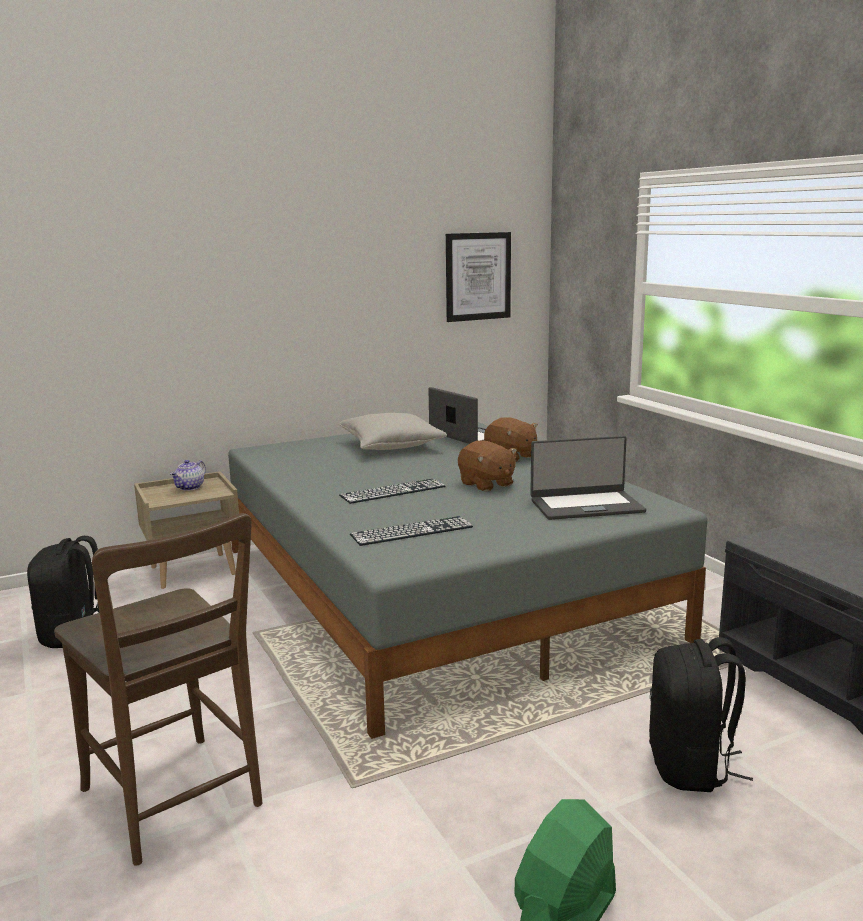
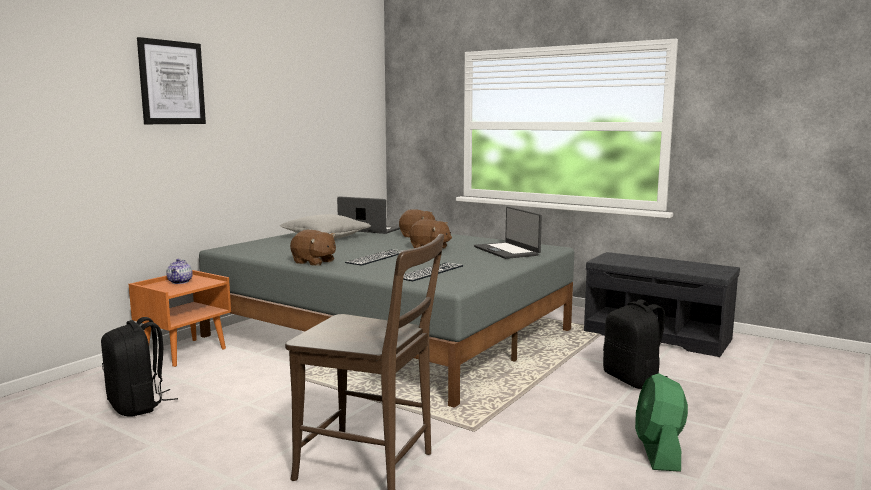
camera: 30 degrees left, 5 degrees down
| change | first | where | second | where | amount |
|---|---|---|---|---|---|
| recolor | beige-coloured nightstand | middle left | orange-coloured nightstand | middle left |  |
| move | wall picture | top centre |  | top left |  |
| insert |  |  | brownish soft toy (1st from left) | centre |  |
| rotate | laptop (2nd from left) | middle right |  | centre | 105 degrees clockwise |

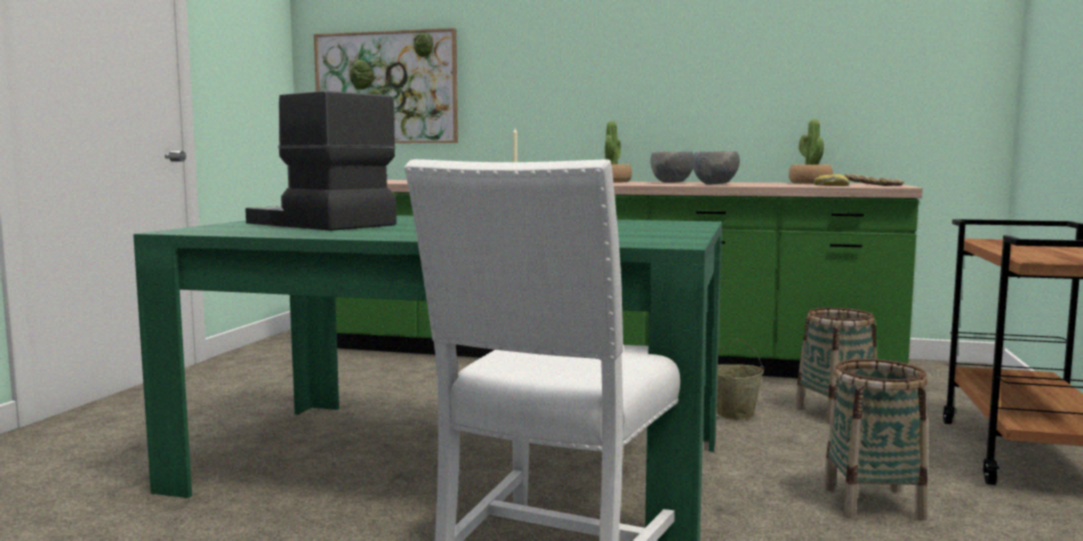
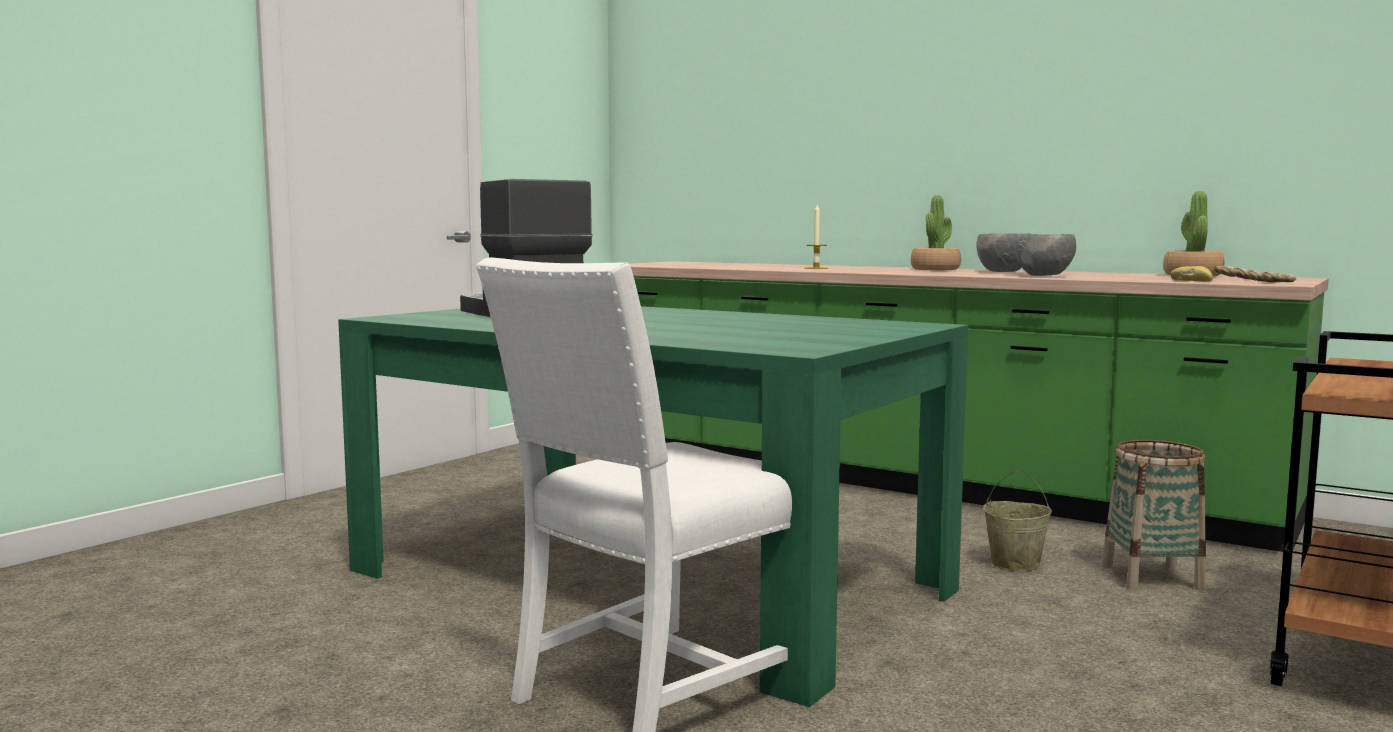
camera: 20 degrees right, 0 degrees up
| change | first | where | second | where | amount |
|---|---|---|---|---|---|
| delete | wall picture | top centre |  |  |  |
| delete | storage basket (2nd from left) | bottom right |  |  |  |

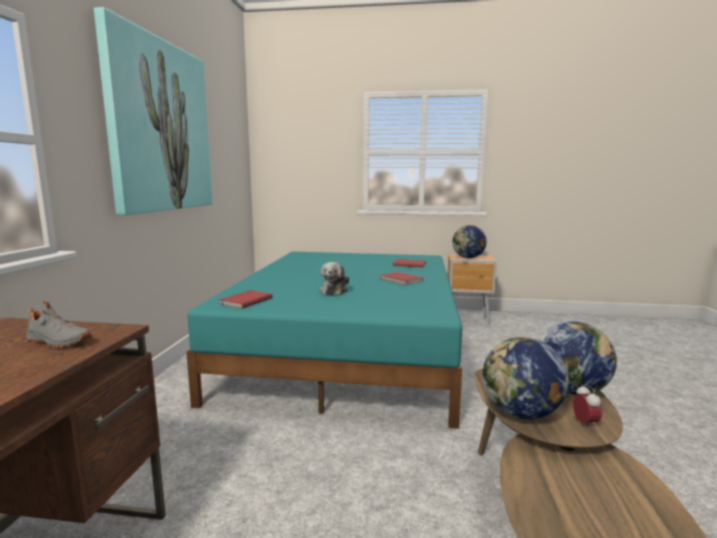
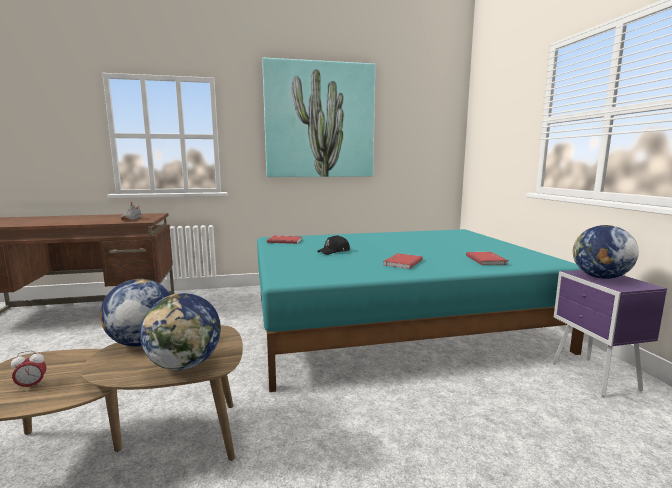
camera: 70 degrees right, 0 degrees up
| change | first | where | second | where | amount |
|---|---|---|---|---|---|
| move | table clock | bottom right |  | bottom left |  |
| replace | soft toy | centre | black cap | centre |  |
| recolor | brownish nightstand | centre | purple-coloured nightstand | bottom right |  |

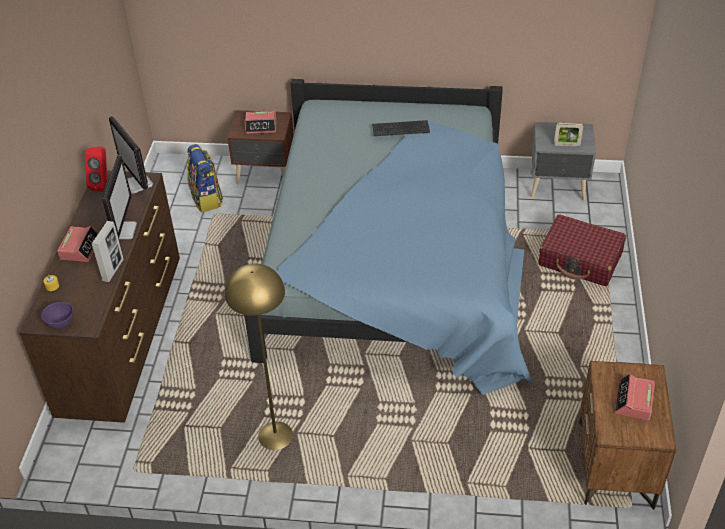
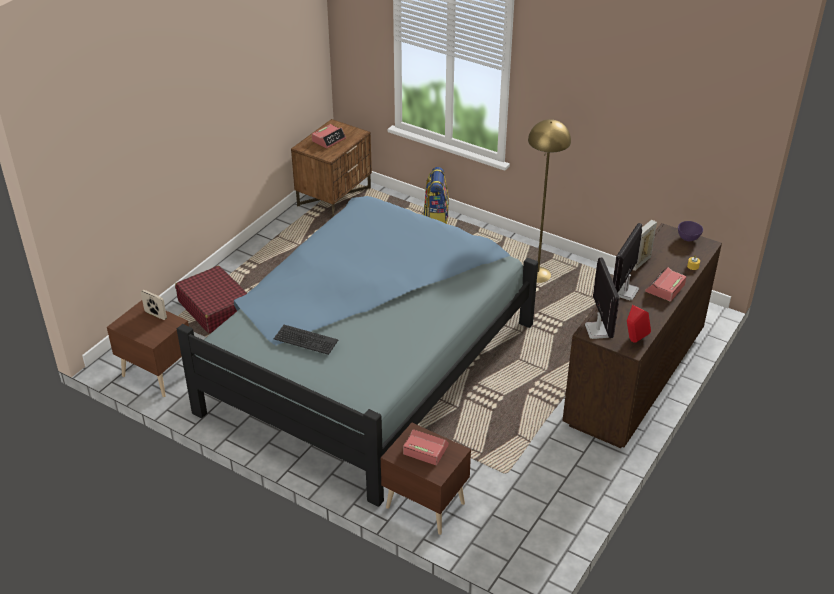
camera: 155 degrees left, 5 degrees down
| change | first | where | second | where | amount |
|---|---|---|---|---|---|
| recolor | grey nightstand | top right | brownish nightstand (1st from left) | middle left |  |
| move | rucksack | middle left |  | top centre |  |

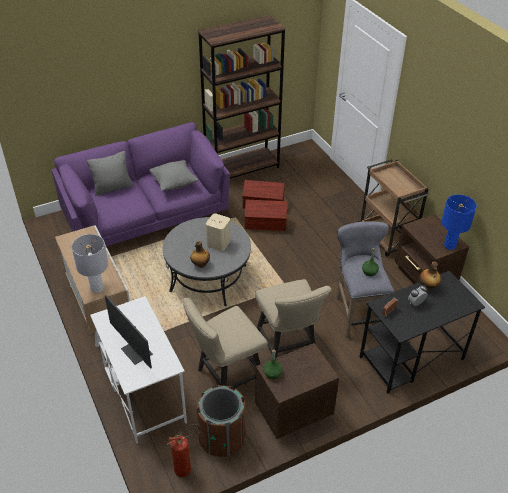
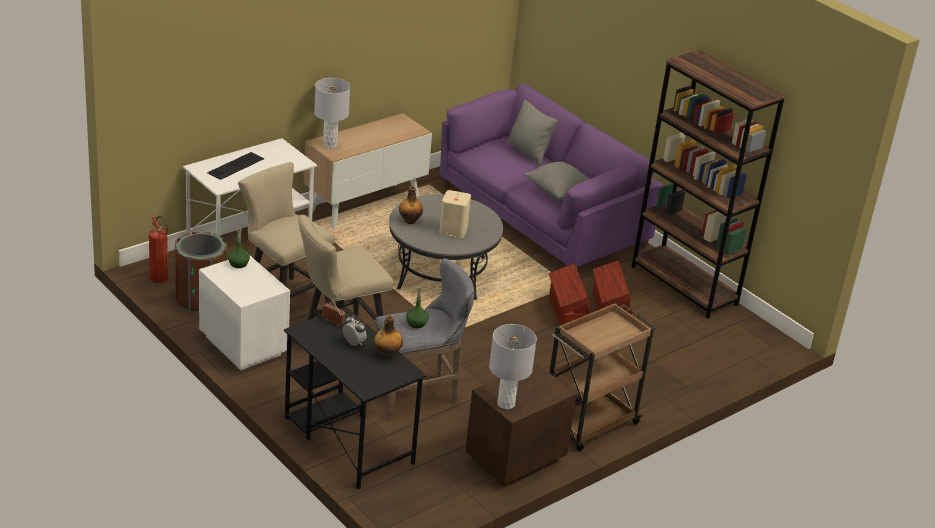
camera: 75 degrees right, 10 degrees down
| change | first | where | second | where | amount |
|---|---|---|---|---|---|
| recolor | brownish nightstand (1st from left) | bottom centre | white nightstand | middle left |  |
| replace | computer screen | bottom left | keyboard | top left |  |
| recolor | blue-coloured lamp for a table | middle right | grey lamp for a table (2nd from left) | bottom centre |  |

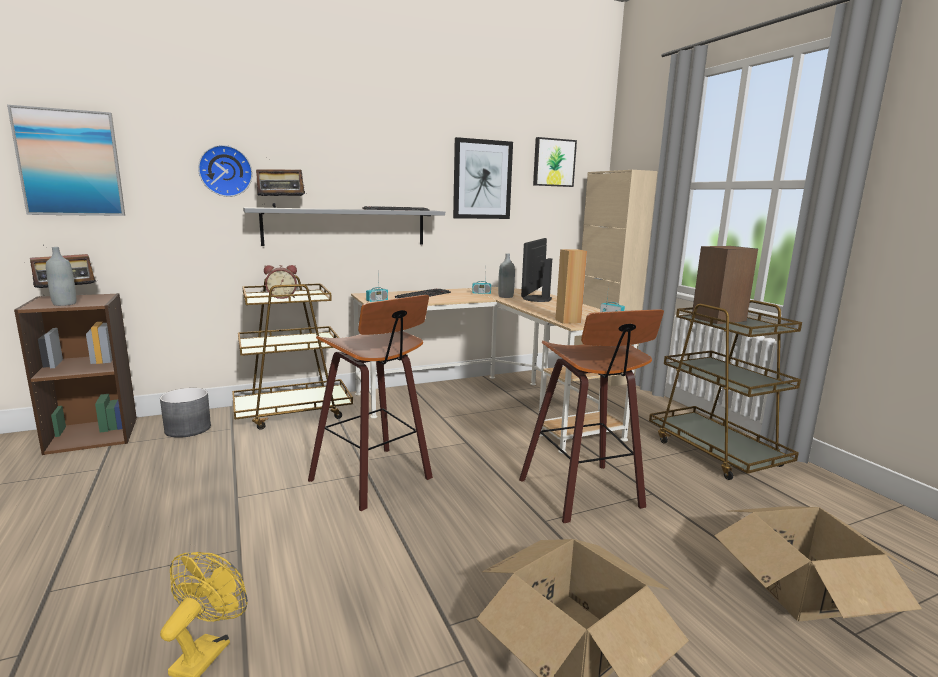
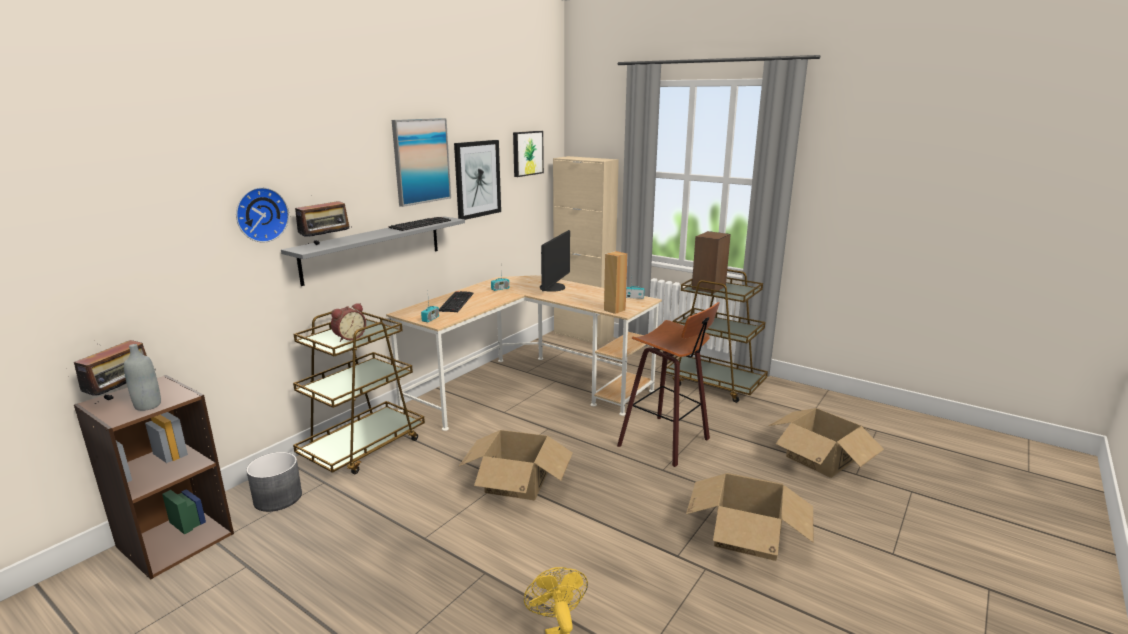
camera: 30 degrees left, 5 degrees up
| change | first | where | second | where | amount |
|---|---|---|---|---|---|
| move | wall picture (1st from left) | top left |  | top centre |  |
| replace | stool (1st from left) | centre | cardboard box (1st from left) | bottom centre |  |
| rotate | computer screen | centre |  | centre | 150 degrees counterclockwise |
| delete | grey drink bottle (2nd from left) | centre |  |  |  |

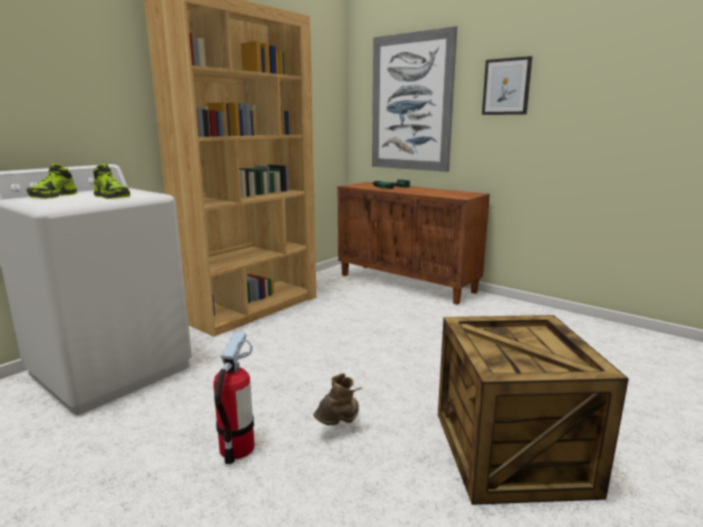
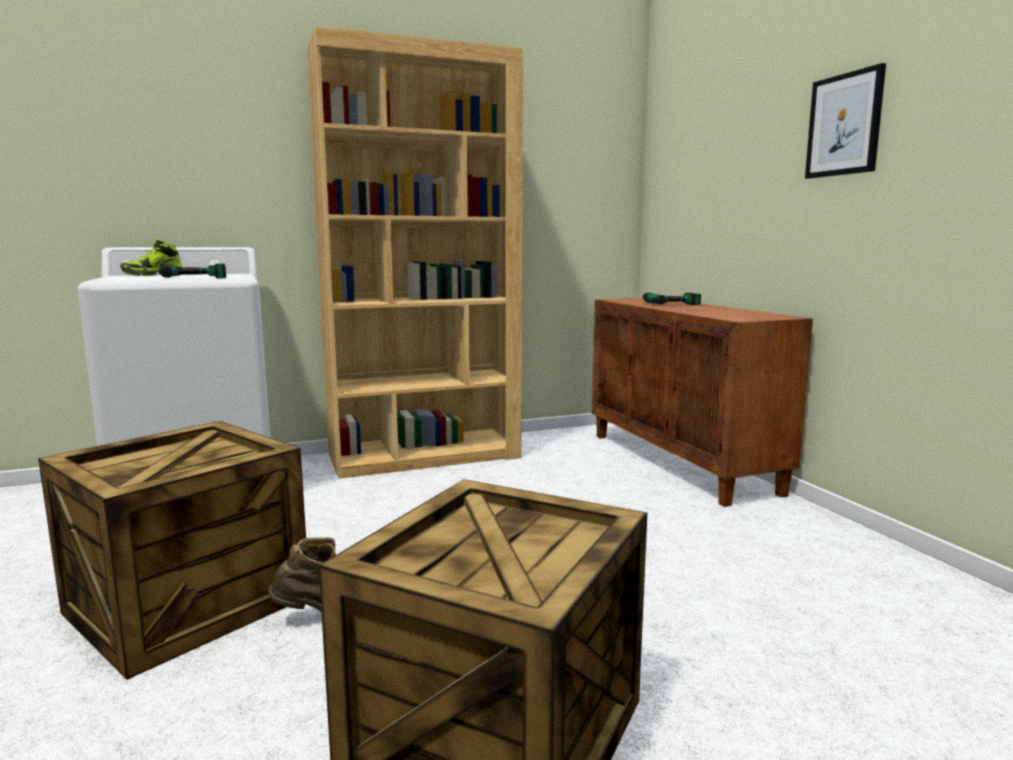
camera: 30 degrees right, 5 degrees down
| change | first | where | second | where | amount |
|---|---|---|---|---|---|
| replace | extinguisher | bottom left | packing crate (1st from left) | bottom left |  |
| replace | shoe (2nd from left) | middle left | drill (1st from left) | middle left |  |
| delete | wall picture (1st from left) | top centre |  |  |  |

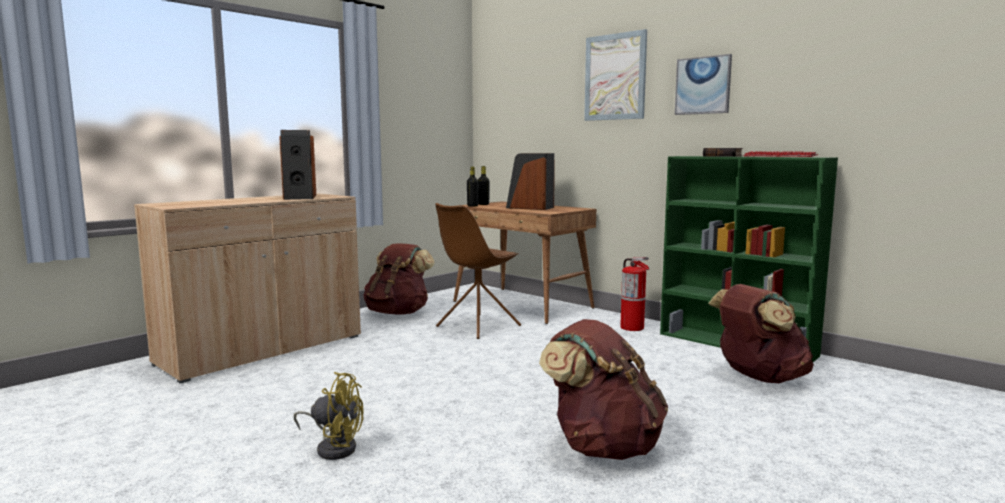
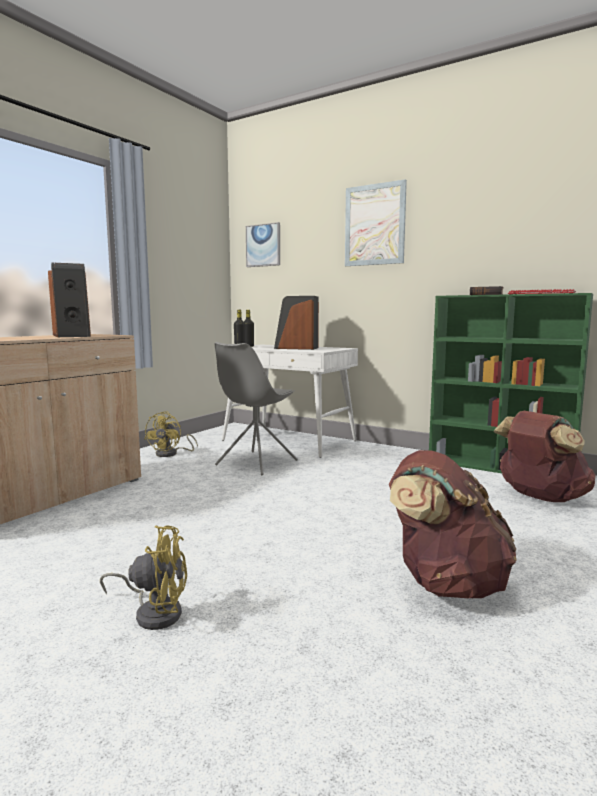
camera: 10 degrees left, 0 degrees up
| change | first | where | second | where | amount |
|---|---|---|---|---|---|
| replace | brownish rucksack (1st from left) | centre | yellow electric fan (2nd from left) | middle left |  |
| recolor | brownish chair | centre | grey chair | centre |  |
| recolor | brownish desk table | centre | white desk table | centre |  |
| move | wall picture (2nd from left in the first image) | top right | wall picture (1st from left) | top centre |  |
| delete | extinguisher | centre |  |  |  |

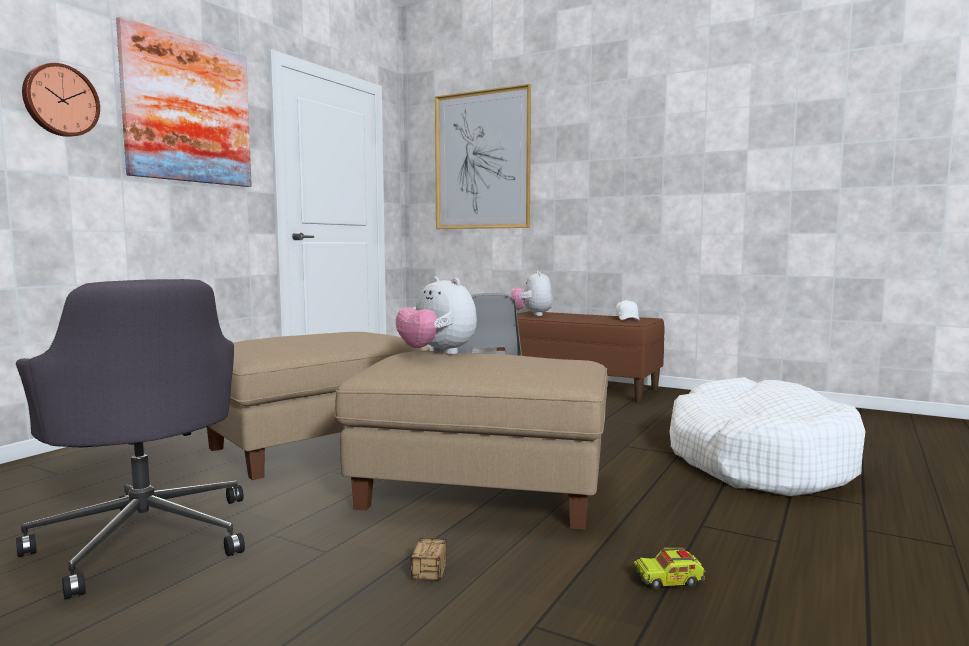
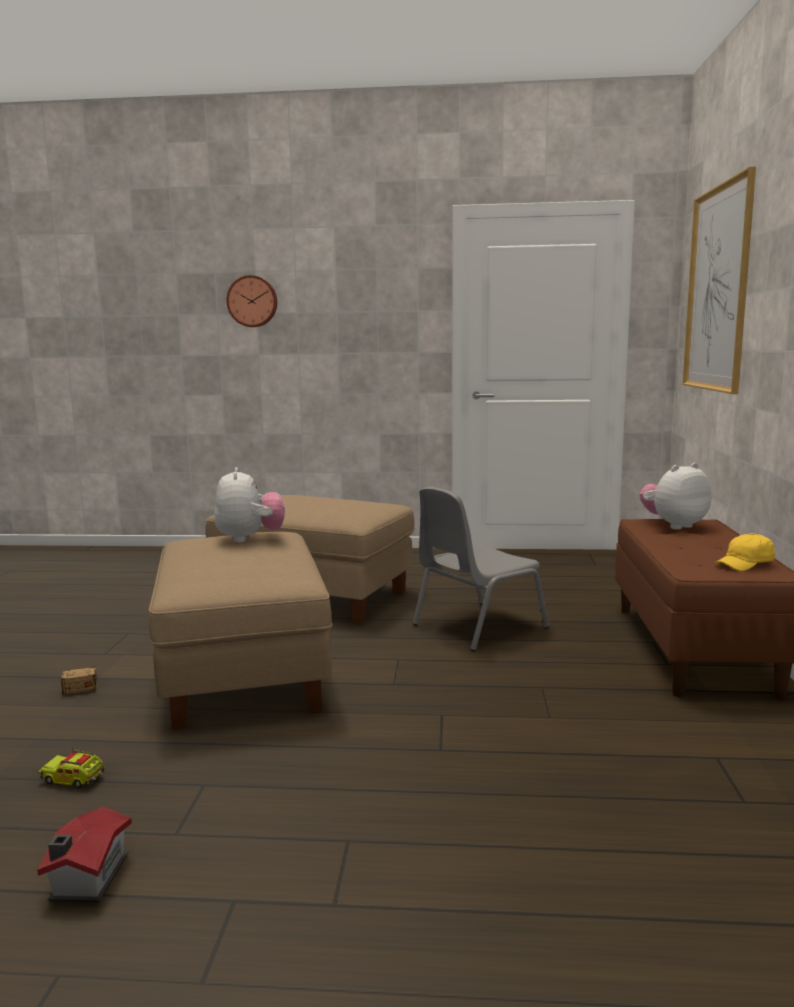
camera: 65 degrees right, 5 degrees up
| change | first | where | second | where | amount |
|---|---|---|---|---|---|
| insert |  |  | toy house | bottom left |  |
| rotate | toy lorry | bottom right |  | bottom left | 45 degrees counterclockwise |
| rotate | soft toy (1st from left) | centre |  | middle left | 150 degrees clockwise |
| recolor | white cap | centre | yellow cap | middle right |  |
| delete | grey desk chair | bottom left |  |  |  |
| delete | wall picture (1st from left) | top left |  |  |  |
| delete | white dog bed | bottom right |  |  |  |

